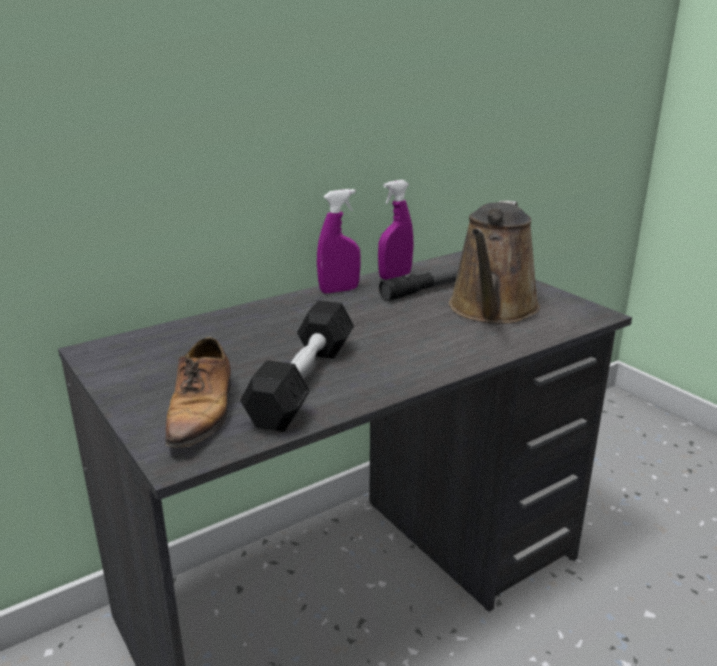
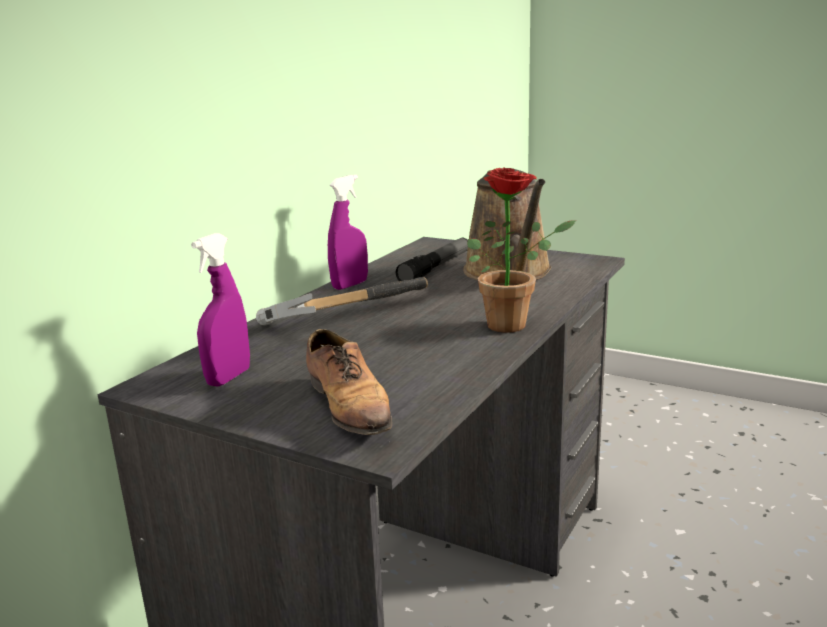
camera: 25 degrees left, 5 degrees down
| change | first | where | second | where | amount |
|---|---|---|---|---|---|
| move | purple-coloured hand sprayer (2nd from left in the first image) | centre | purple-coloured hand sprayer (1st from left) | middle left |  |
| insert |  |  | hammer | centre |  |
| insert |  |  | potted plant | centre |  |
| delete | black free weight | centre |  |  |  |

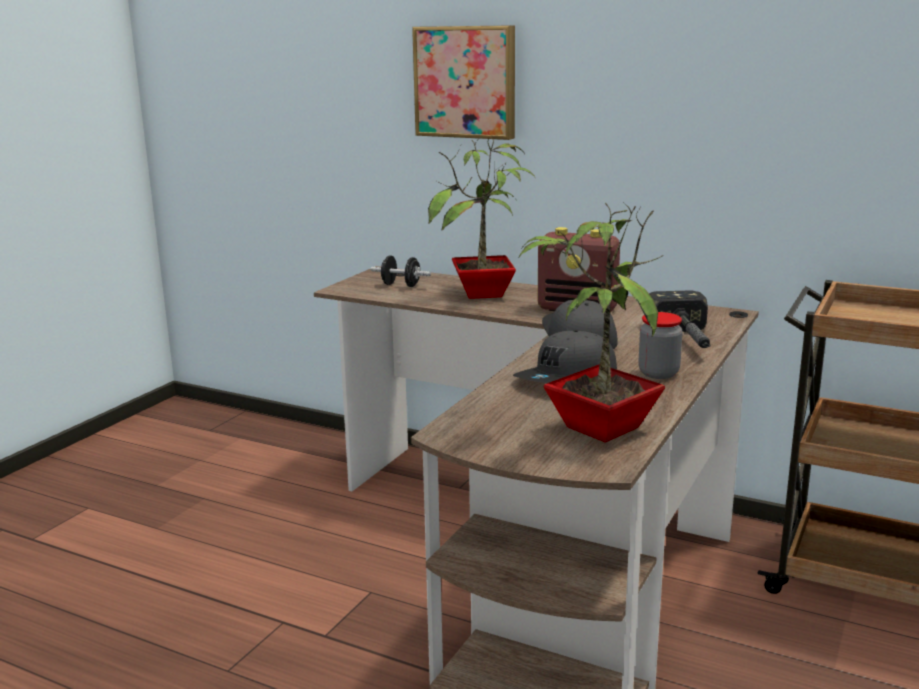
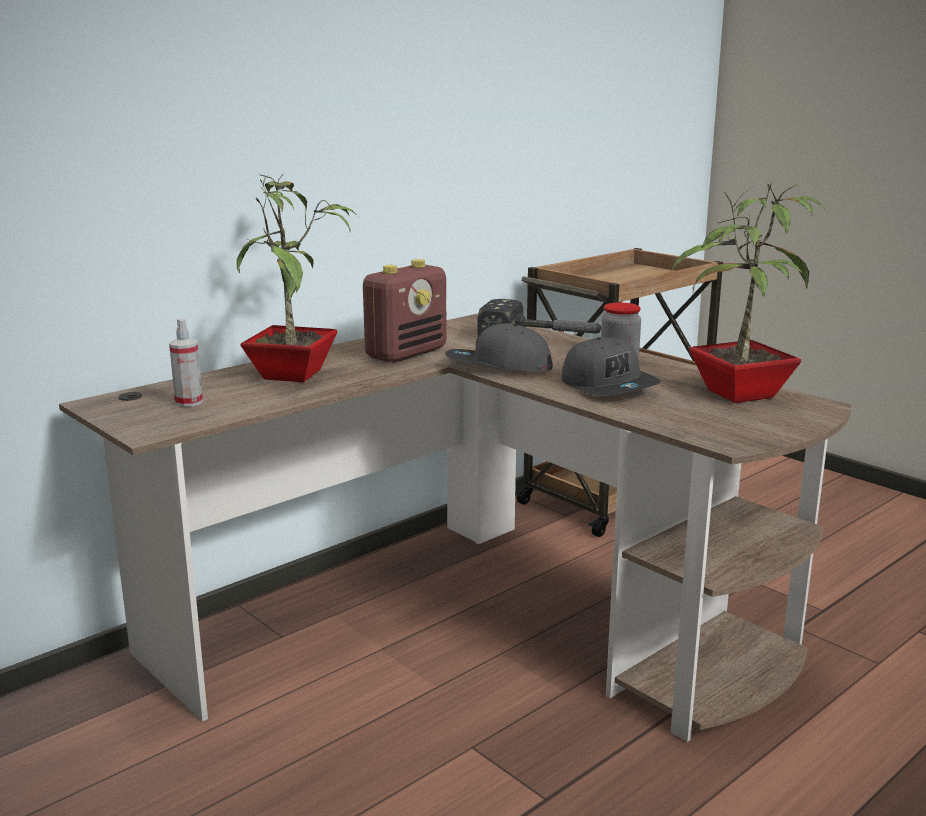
camera: 70 degrees left, 0 degrees up
| change | first | where | second | where | amount |
|---|---|---|---|---|---|
| replace | black free weight | centre | hand sprayer | middle left |  |
| delete | wall picture | top centre |  |  |  |

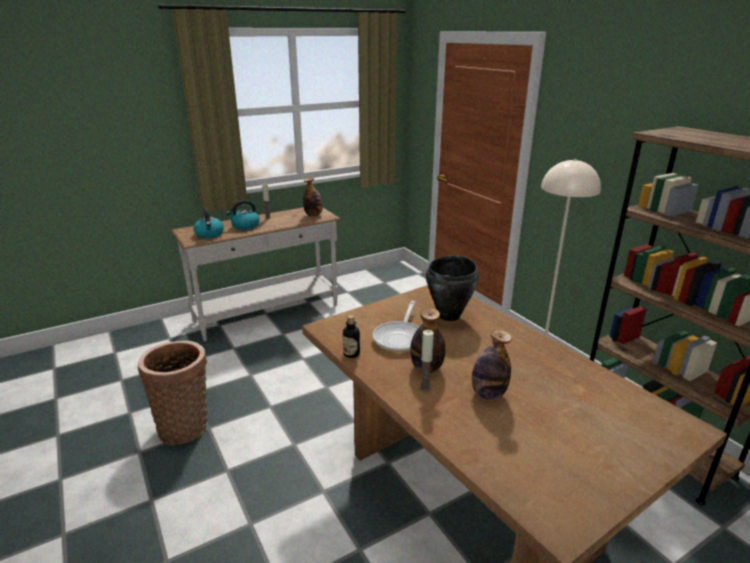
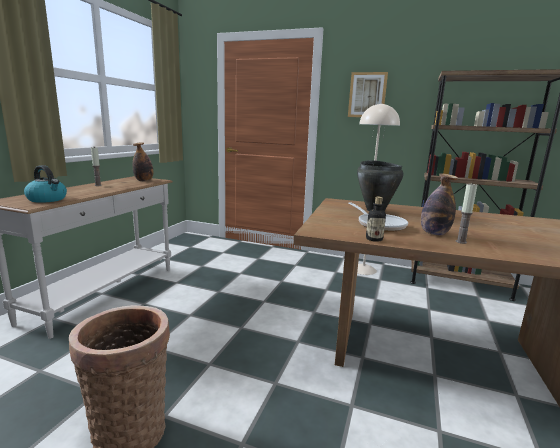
camera: 40 degrees left, 10 degrees down
| change | first | where | second | where | amount |
|---|---|---|---|---|---|
| insert |  |  | wall picture | top centre |  |
| delete | tea kettle (2nd from left) | middle left |  |  |  |
| delete | drink bottle (4th from left) | centre |  |  |  |

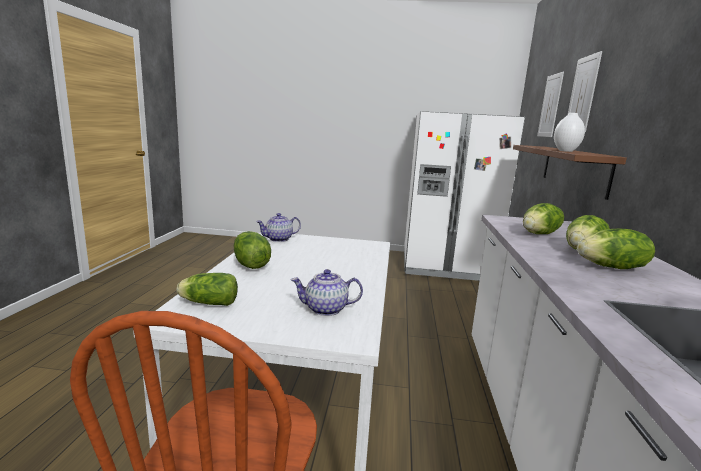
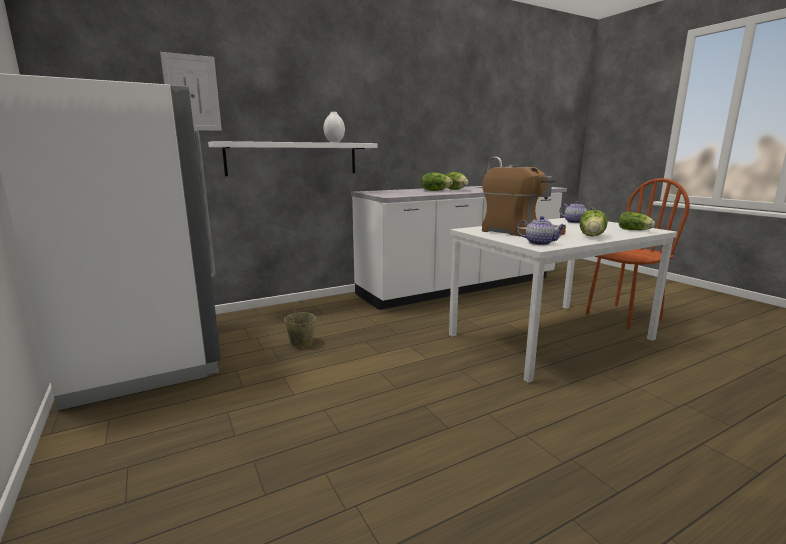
camera: 125 degrees left, 0 degrees up
| change | first | where | second | where | amount |
|---|---|---|---|---|---|
| recolor | brownish bracket shelf | middle right | white bracket shelf | top centre |  |
| insert |  |  | beige-coloured water bucket | centre |  |
| insert |  |  | coffee brewer | middle right |  |
| delete | lettuce head (3rd from left) | middle right |  |  |  |
| delete | wall picture (2nd from left) | top right |  |  |  |

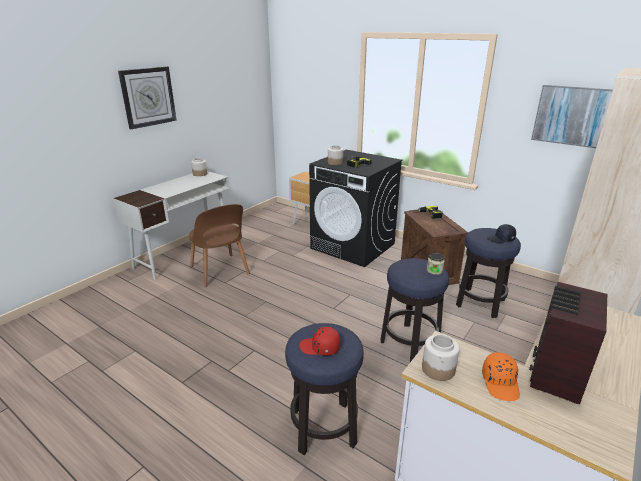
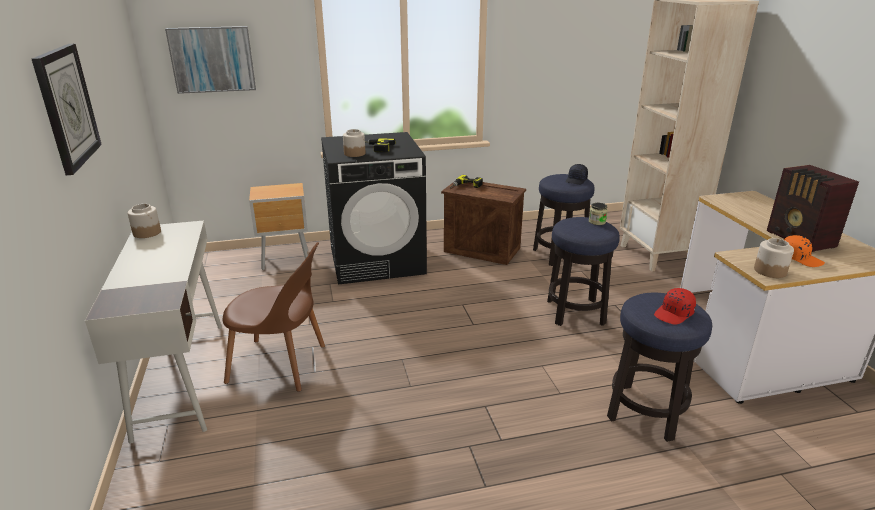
camera: 50 degrees left, 0 degrees up
| change | first | where | second | where | amount |
|---|---|---|---|---|---|
| move | wall picture | top right |  | top left |  |

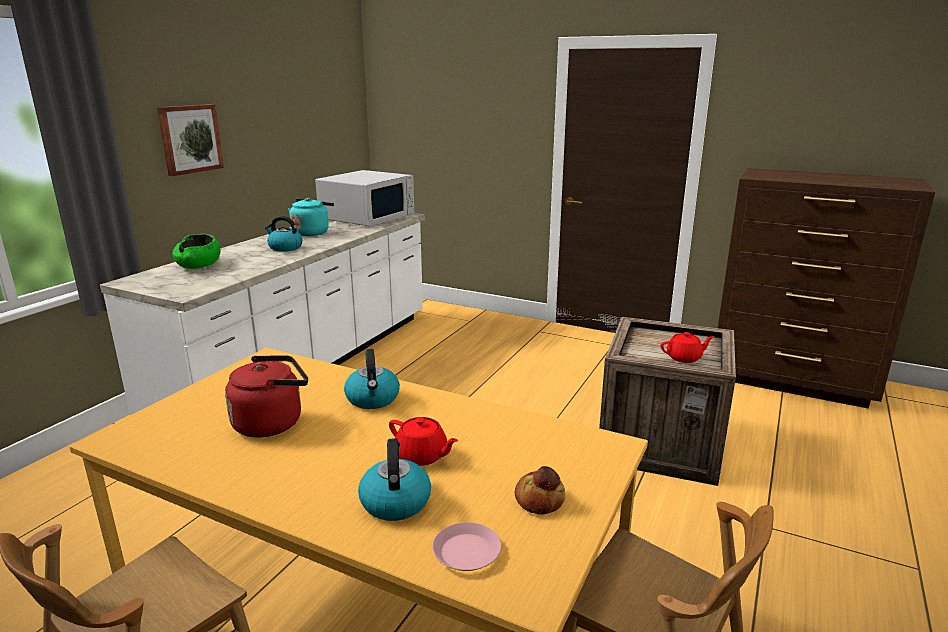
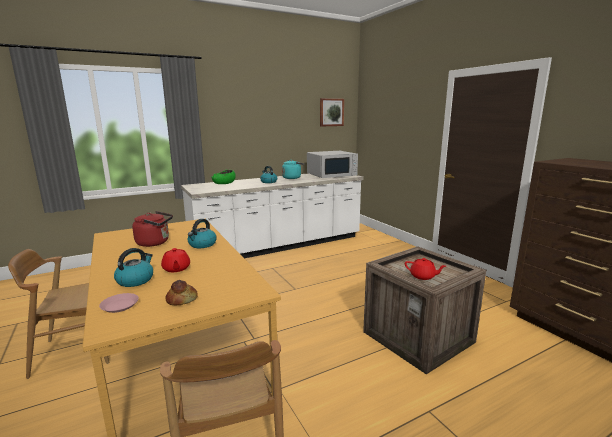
camera: 35 degrees right, 5 degrees down
| change | first | where | second | where | amount |
|---|---|---|---|---|---|
| move | wall picture | top left |  | top centre |  |

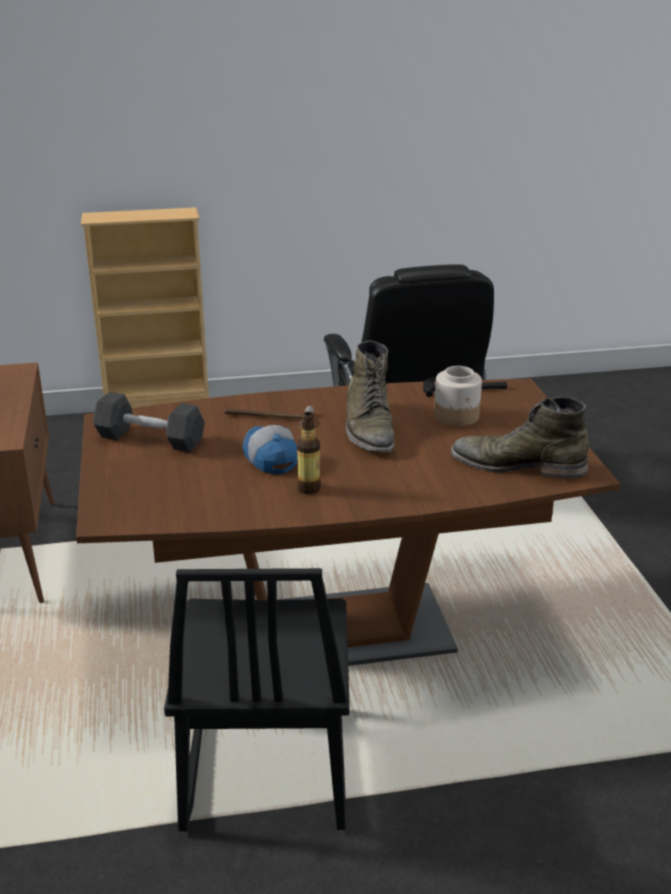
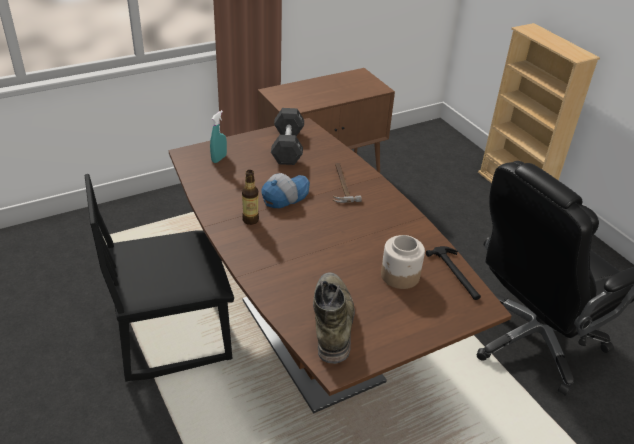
camera: 70 degrees right, 10 degrees up
| change | first | where | second | where | amount |
|---|---|---|---|---|---|
| insert |  |  | blue-green hand sprayer | top centre |  |
| delete | greenish boot (1st from left) | centre |  |  |  |

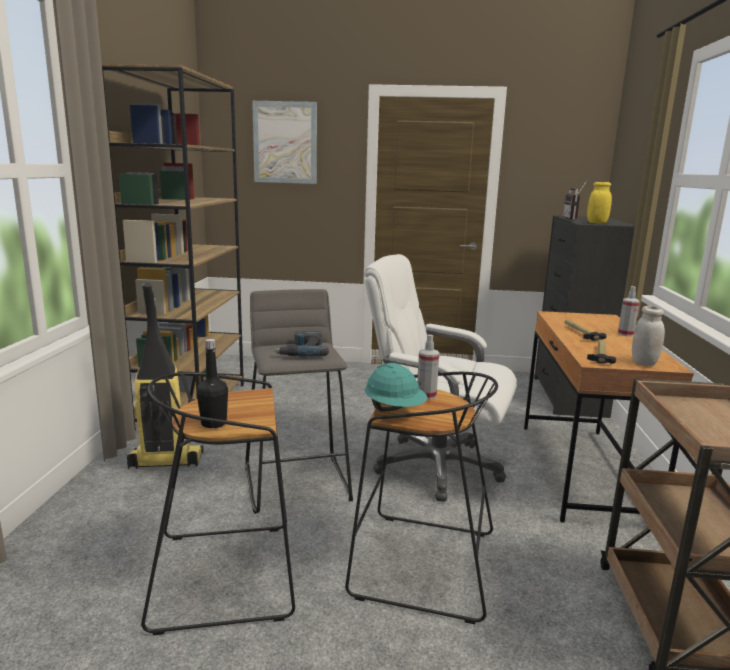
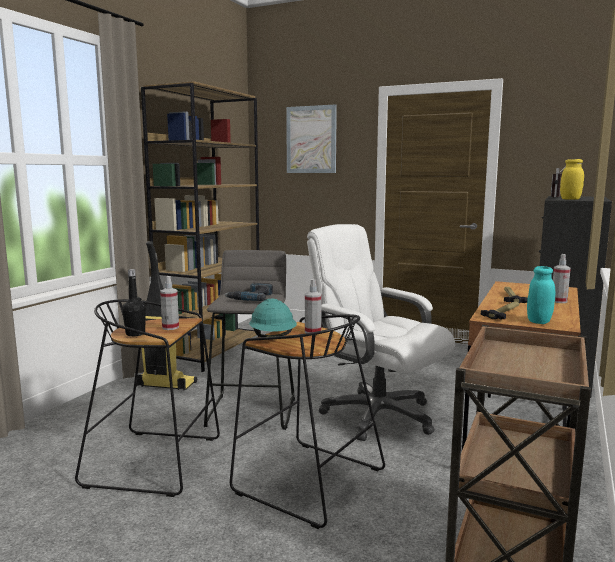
camera: 20 degrees right, 5 degrees down
| change | first | where | second | where | amount |
|---|---|---|---|---|---|
| insert |  |  | hand sprayer (1st from left) | middle left |  |
| recolor | white jar | middle right | blue-green jar | middle right |  |

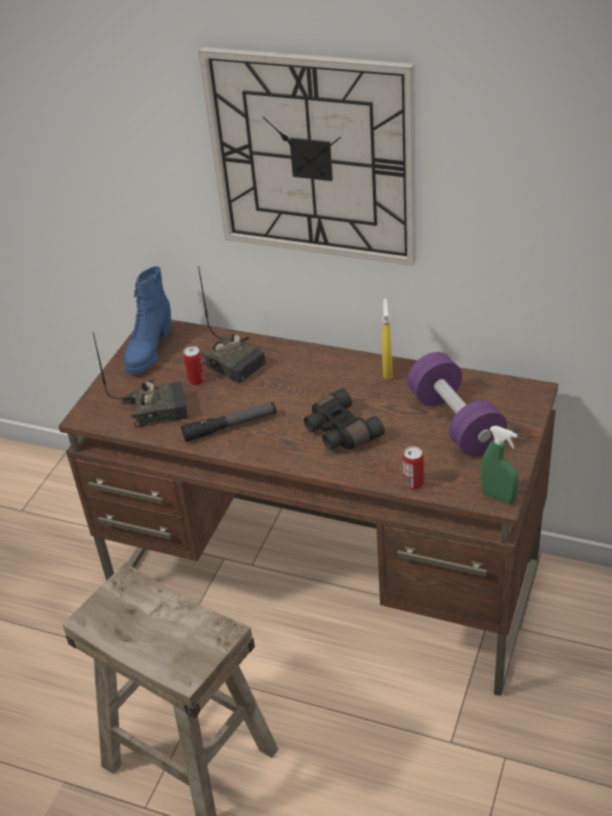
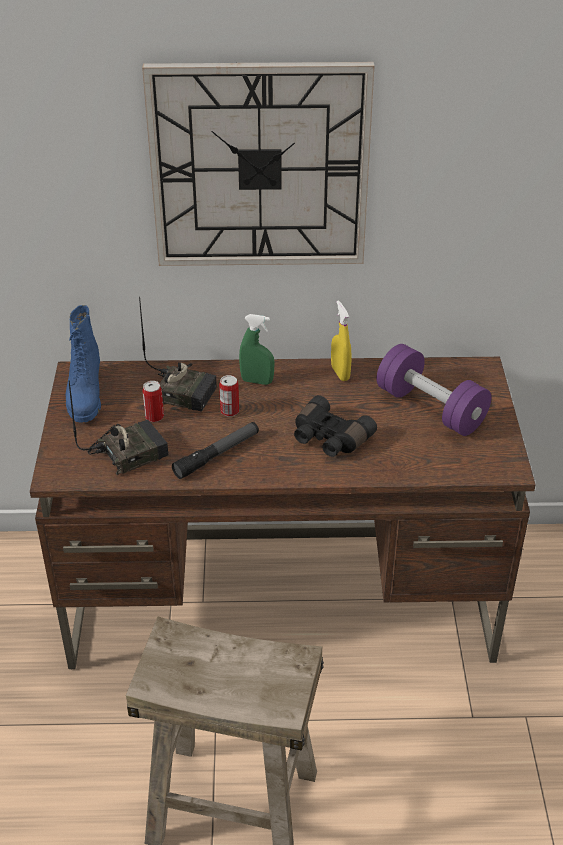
camera: 25 degrees left, 0 degrees up
| change | first | where | second | where | amount |
|---|---|---|---|---|---|
| move | sealed can (2nd from left) | middle right |  | centre |  |
| move | greenish hand sprayer | middle right |  | centre |  |

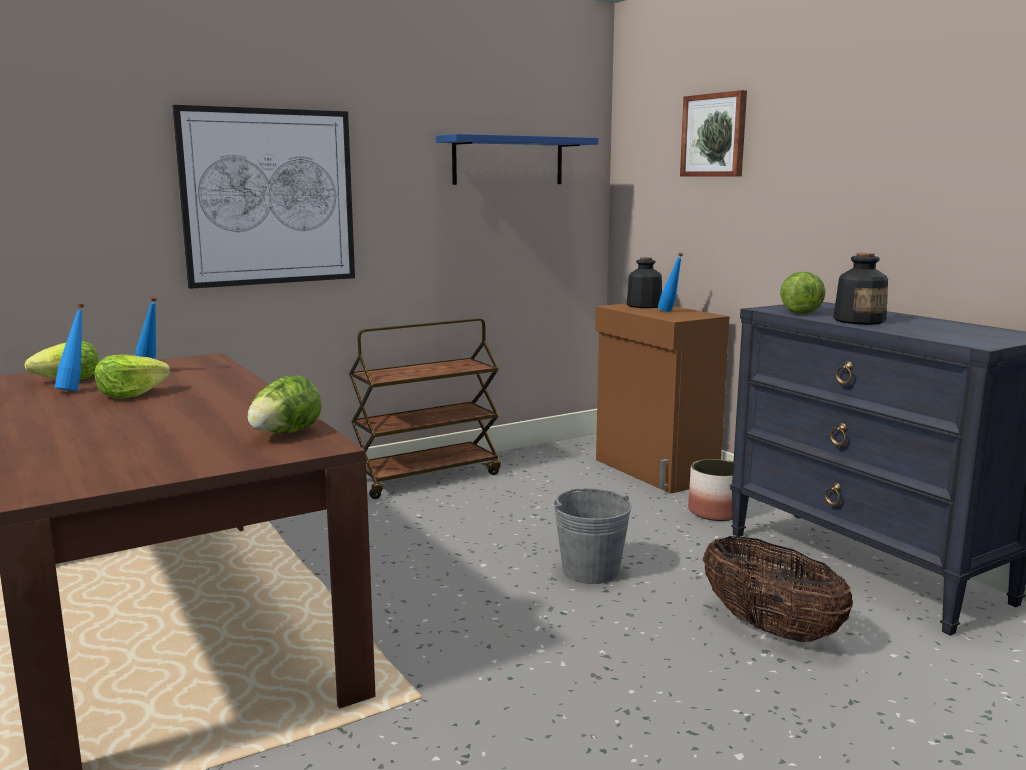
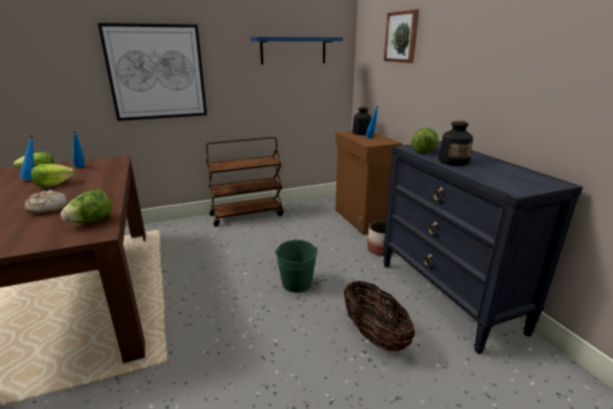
camera: 10 degrees right, 10 degrees up
| change | first | where | second | where | amount |
|---|---|---|---|---|---|
| insert |  |  | baked bread | middle left |  |
| recolor | grey water bucket | bottom centre | greenish water bucket | centre |  |

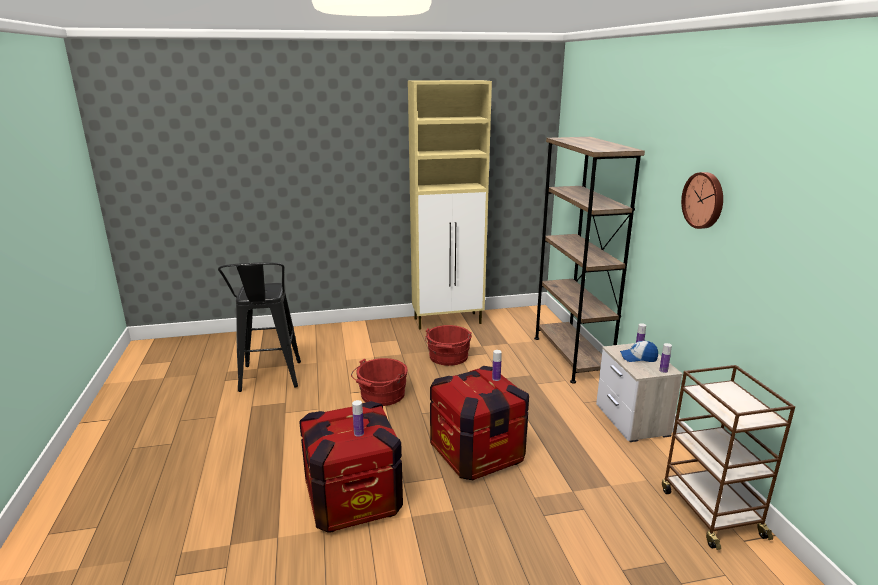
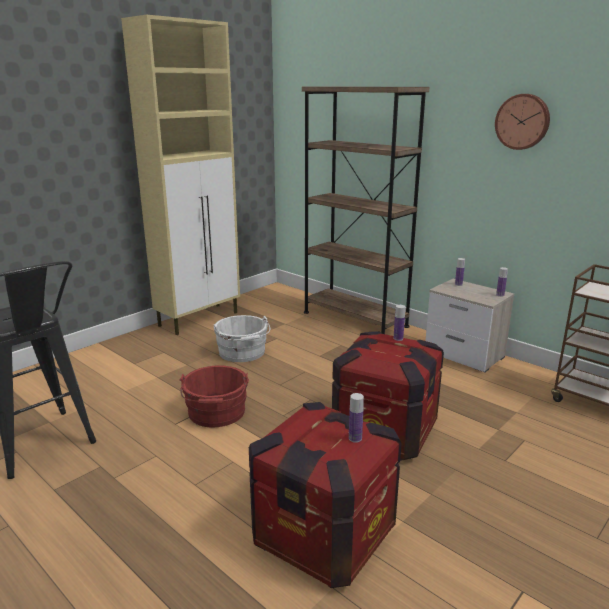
camera: 35 degrees left, 0 degrees up
| change | first | where | second | where | amount |
|---|---|---|---|---|---|
| recolor | reddish water bucket (2nd from left) | centre | white water bucket | centre |  |
| delete | cap | middle right |  |  |  |

